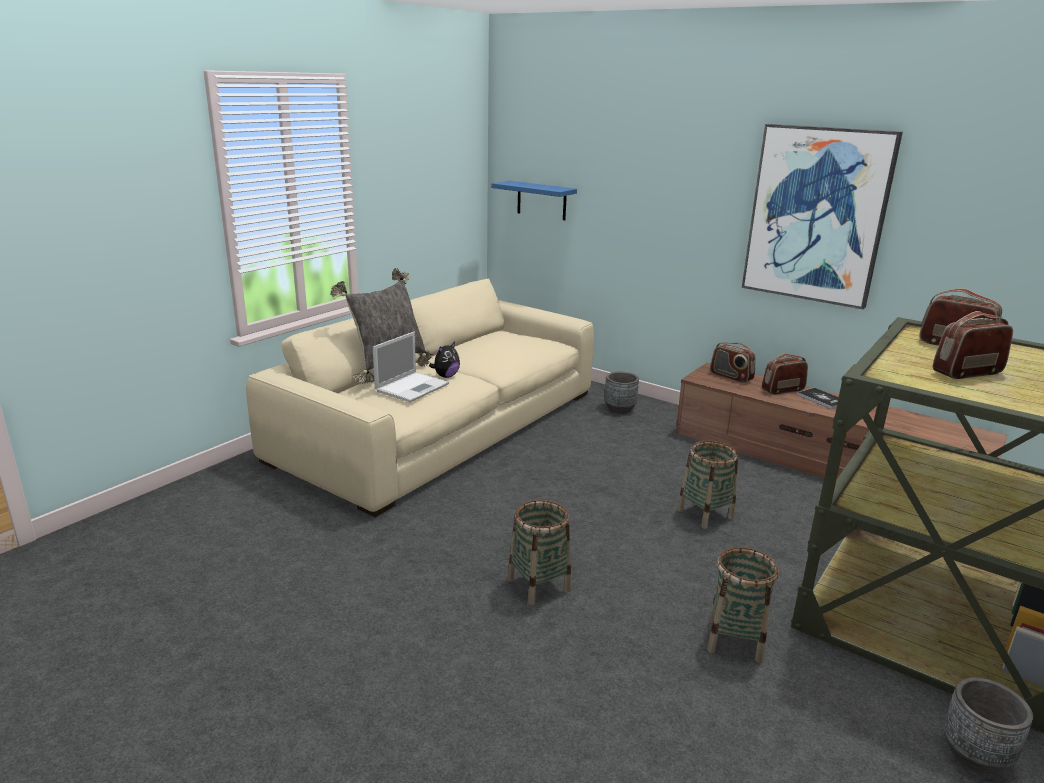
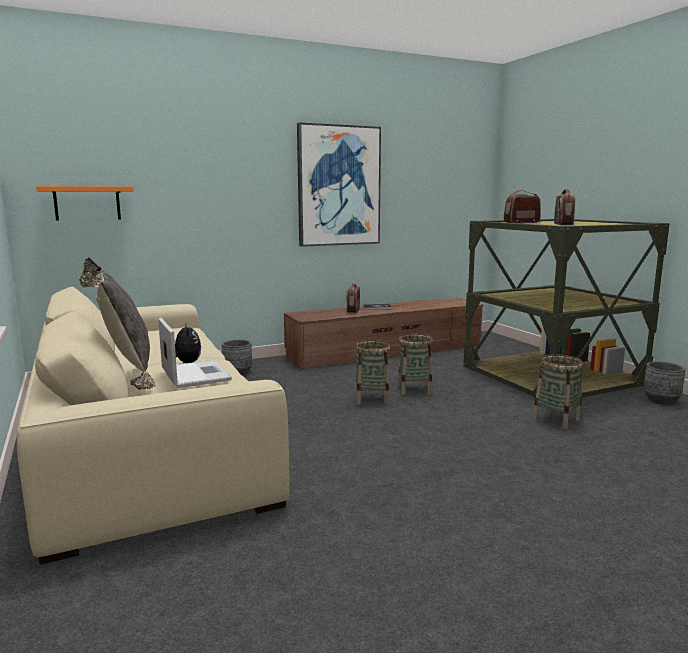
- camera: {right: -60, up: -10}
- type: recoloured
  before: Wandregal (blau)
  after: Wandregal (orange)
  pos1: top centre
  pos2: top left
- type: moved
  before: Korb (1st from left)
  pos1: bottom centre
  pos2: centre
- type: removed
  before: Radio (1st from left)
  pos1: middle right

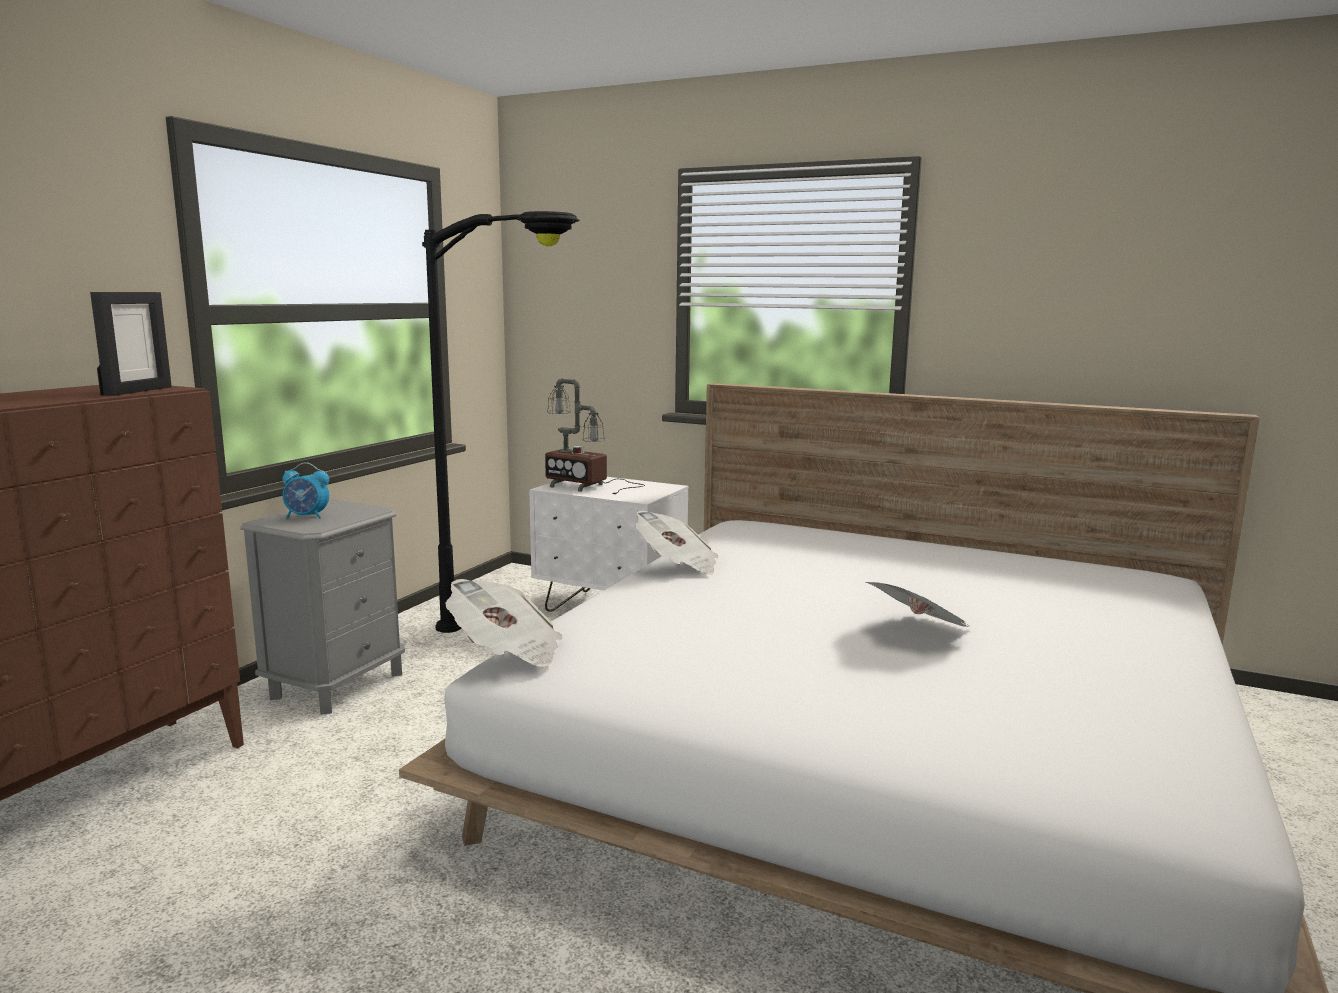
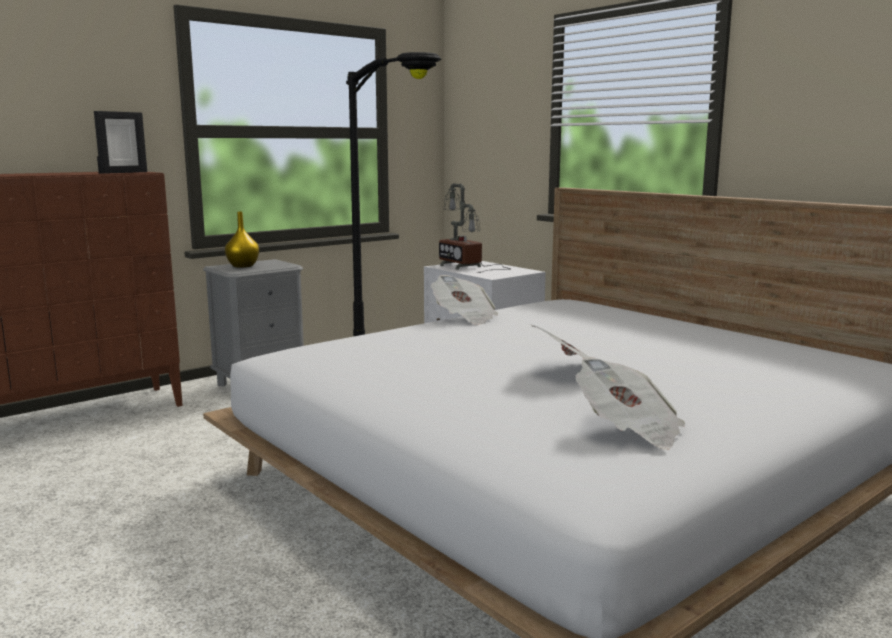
- camera: {right: 25, up: 0}
- type: replaced
  before: Wecker
  after: Vase (gelb)
  pos1: middle left
  pos2: middle left
- type: moved
  before: Zeitung (1st from left in the first image)
  after: Zeitung (3rd from left)
  pos1: centre
  pos2: middle right

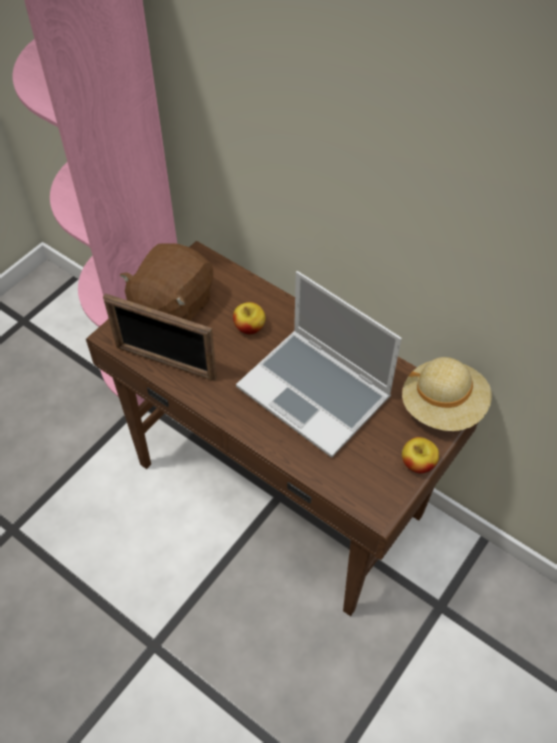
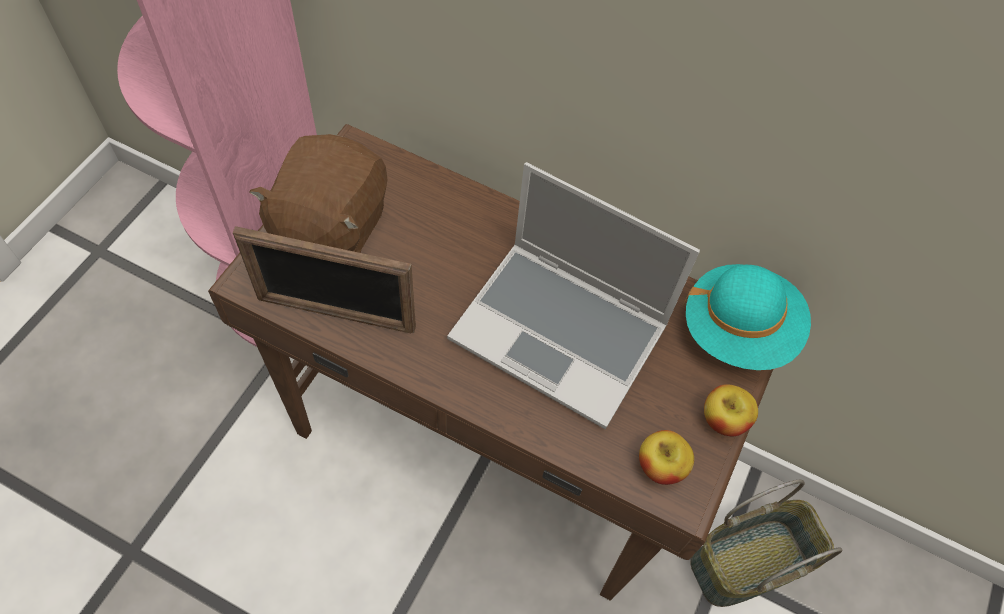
- camera: {right: -15, up: 5}
- type: moved
  before: Apfel (1st from left)
  pos1: centre
  pos2: bottom centre
- type: recoloured
  before: Hut (beige)
  after: Hut (türkis)
  pos1: middle right
  pos2: middle right
- type: added
  after: Korb
  pos2: bottom right

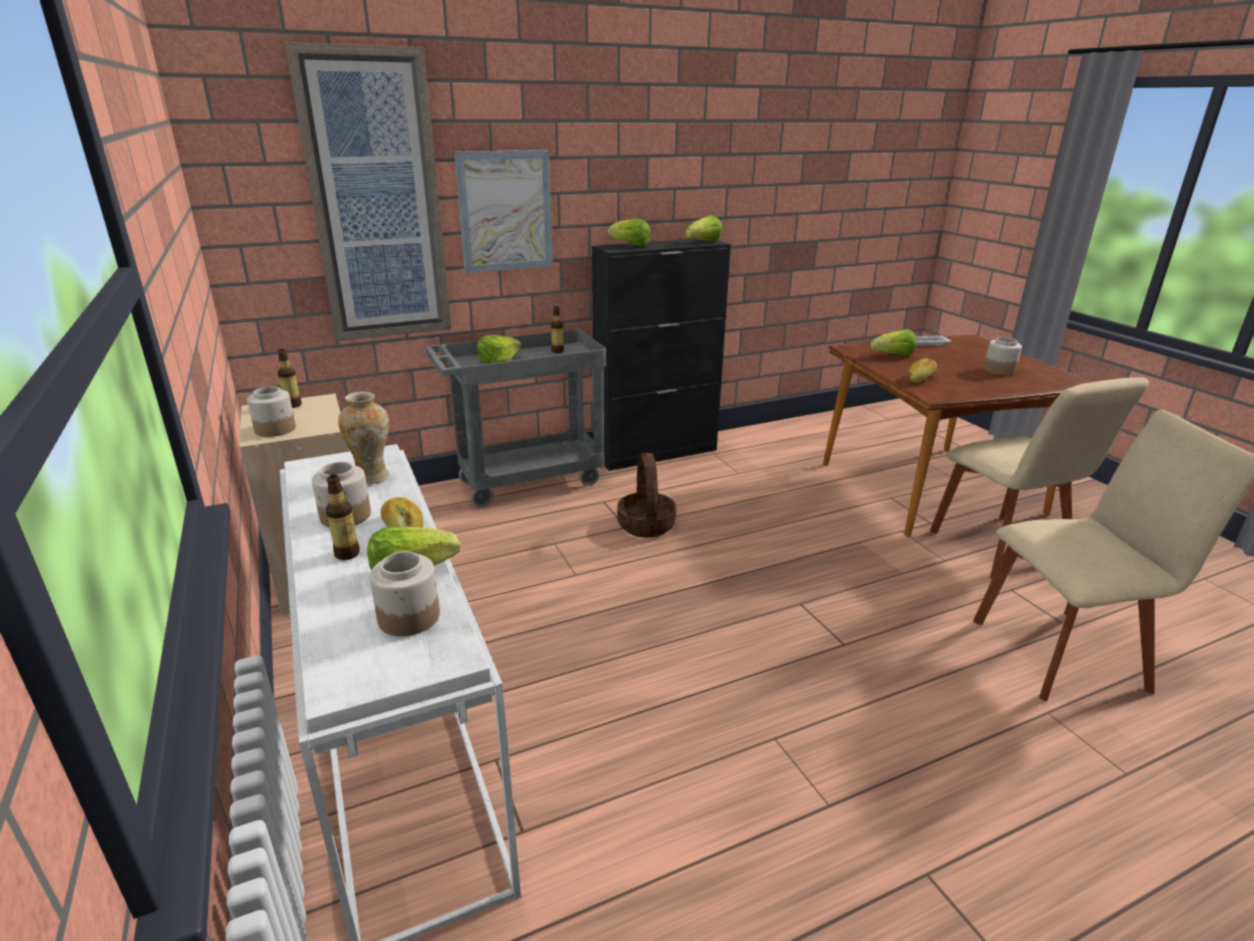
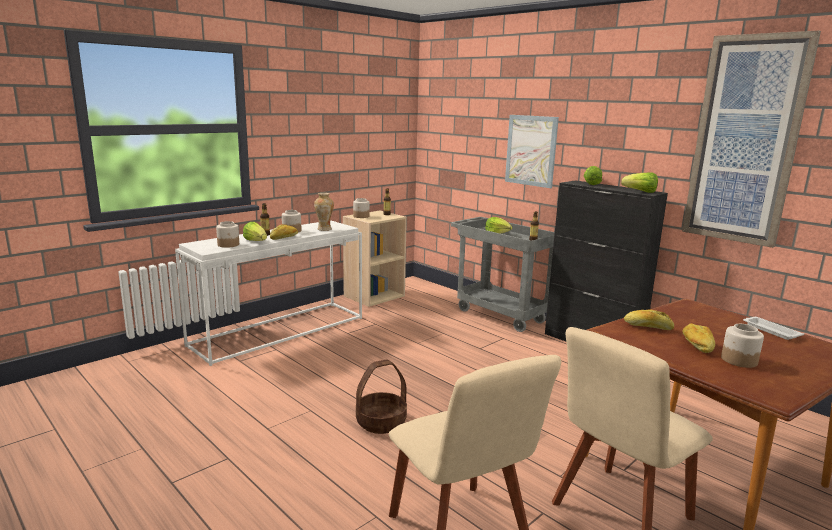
- camera: {right: 70, up: -10}
- type: moved
  before: Korb
  pos1: centre
  pos2: bottom centre
- type: moved
  before: Bild (1st from left in the first image)
  after: Bild (2nd from left)
  pos1: top left
  pos2: top right
- type: added
  after: Brot (3rd from left)
  pos2: middle right
- type: removed
  before: Salatkopf (5th from left)
  pos1: middle right

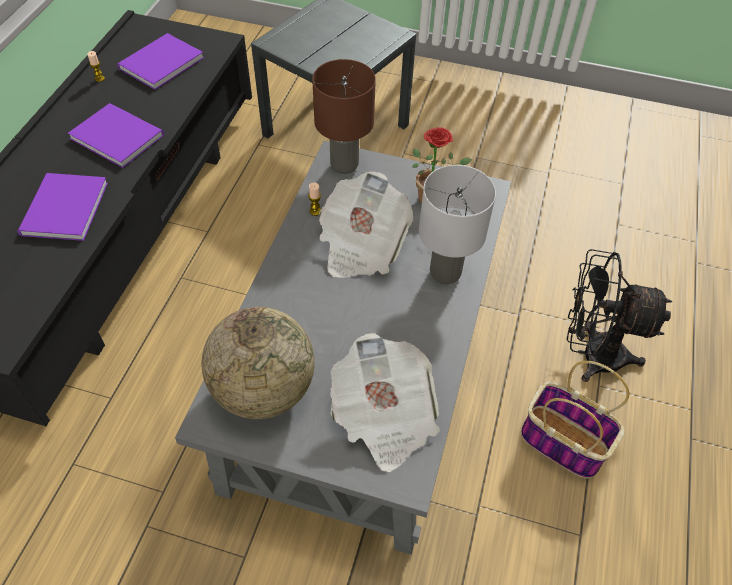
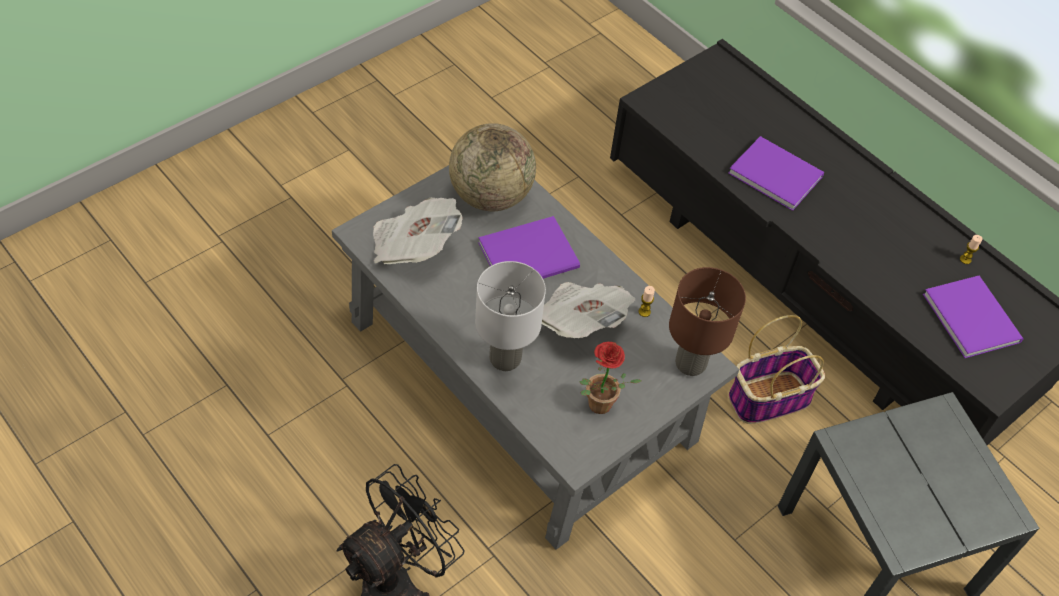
- camera: {right: 120, up: 0}
- type: moved
  before: Buch (lila) (2nd from left in the first image)
  after: Buch (lila) (1st from left)
  pos1: top left
  pos2: centre
- type: moved
  before: Korb
  pos1: bottom right
  pos2: middle right

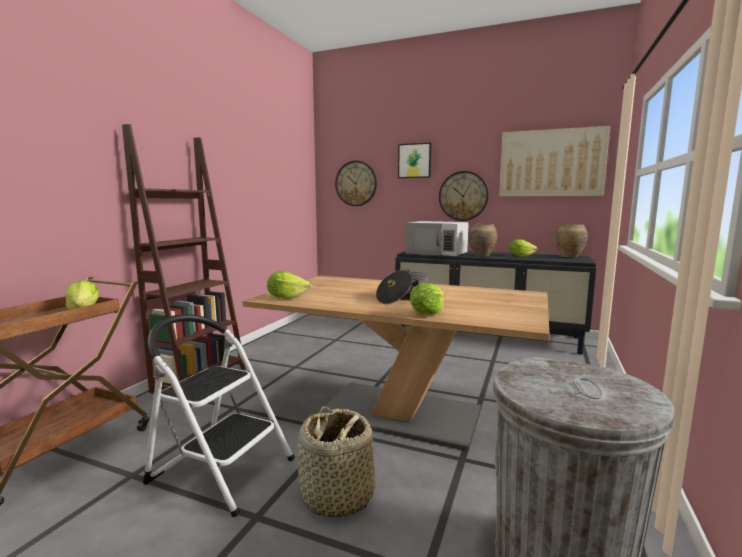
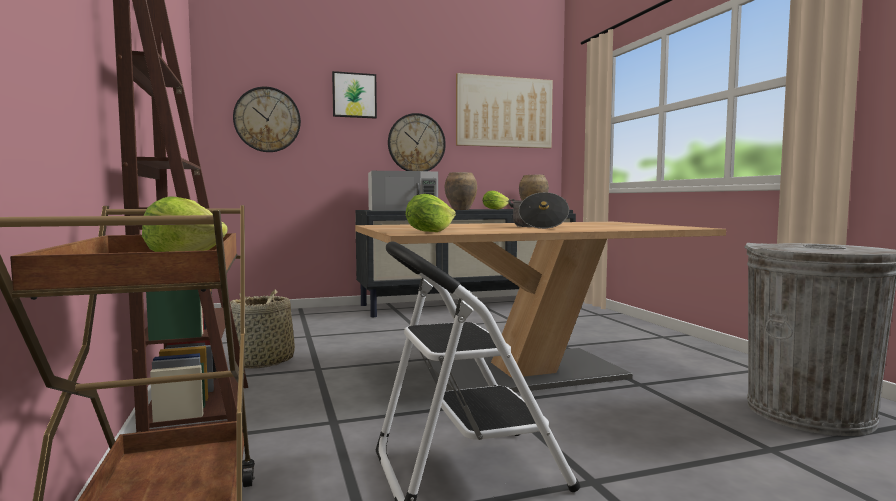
- camera: {right: -40, up: -5}
- type: moved
  before: Korb
  pos1: bottom centre
  pos2: middle left
- type: removed
  before: Salatkopf (3rd from left)
  pos1: centre

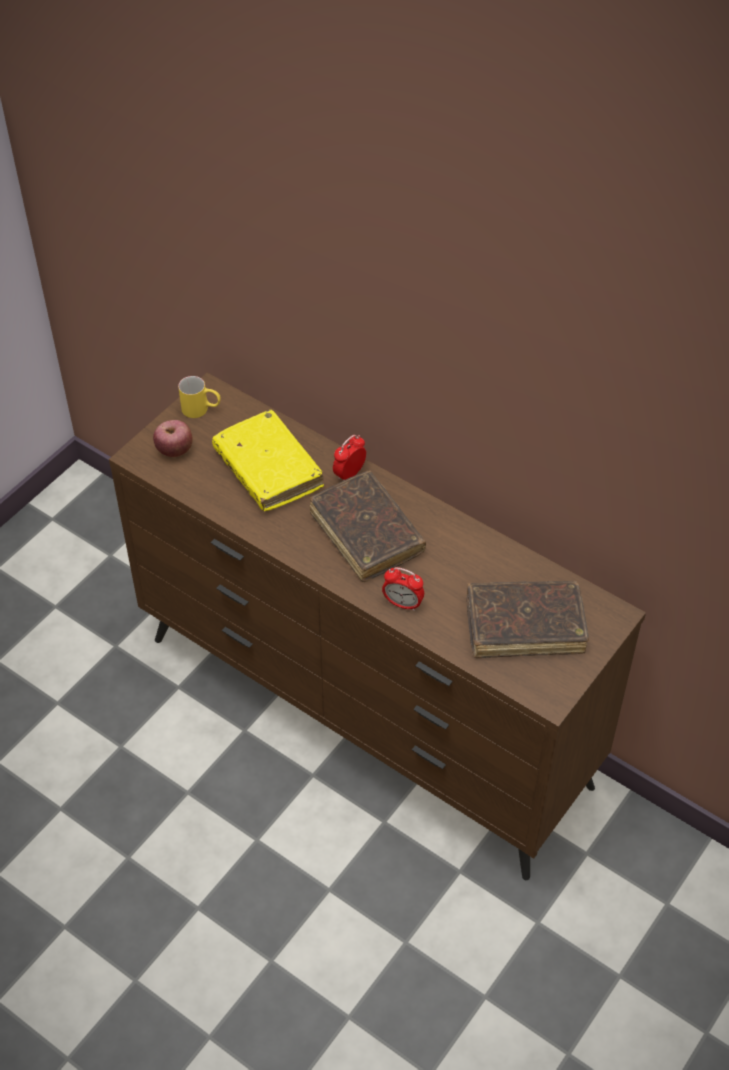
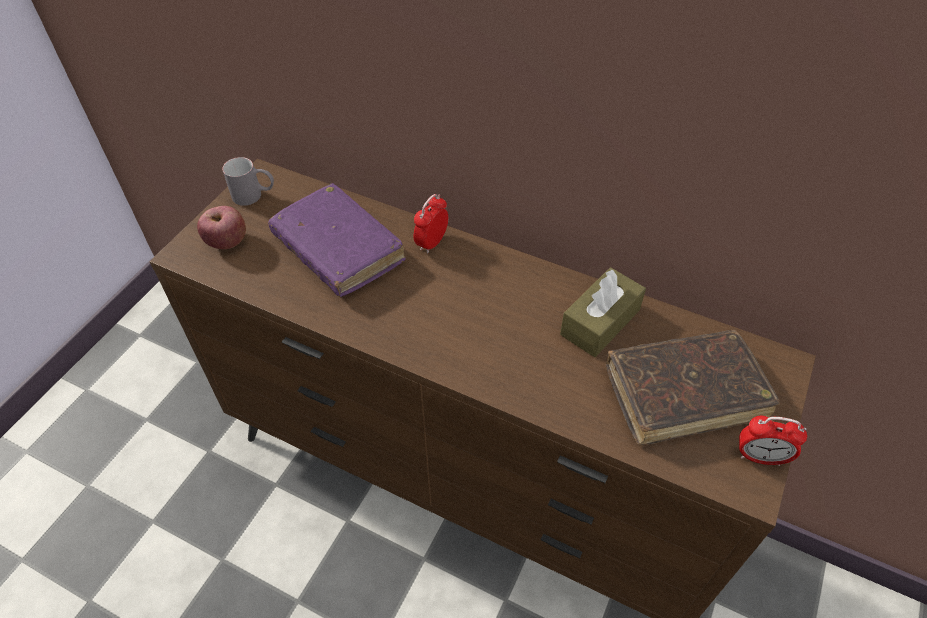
- camera: {right: -10, up: 0}
- type: recoloured
  before: Henkelbecher (gelb)
  after: Henkelbecher (grau)
  pos1: middle left
  pos2: top left
- type: recoloured
  before: Buch (gelb)
  after: Buch (lila)
  pos1: centre
  pos2: centre
- type: added
  after: Taschentuchbox (braun)
  pos2: centre
- type: moved
  before: Wecker (2nd from left)
  pos1: centre
  pos2: bottom right
- type: removed
  before: Buch (braun) (1st from left)
  pos1: centre

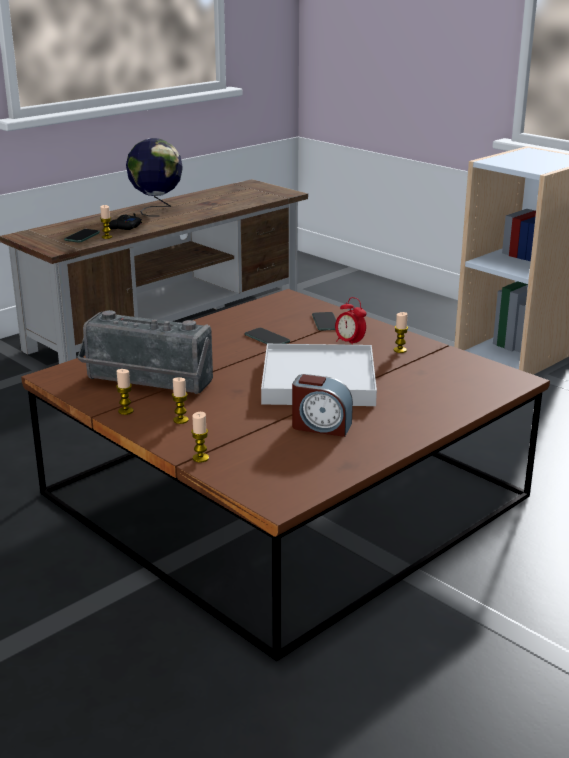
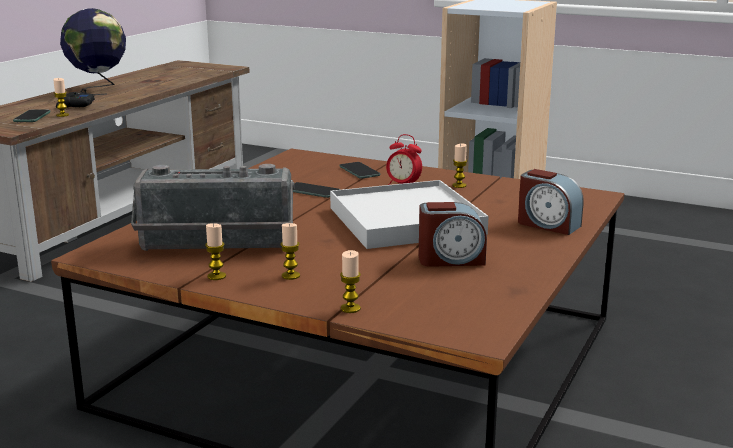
- camera: {right: -20, up: -5}
- type: added
  after: Wecker (3rd from left)
  pos2: middle right

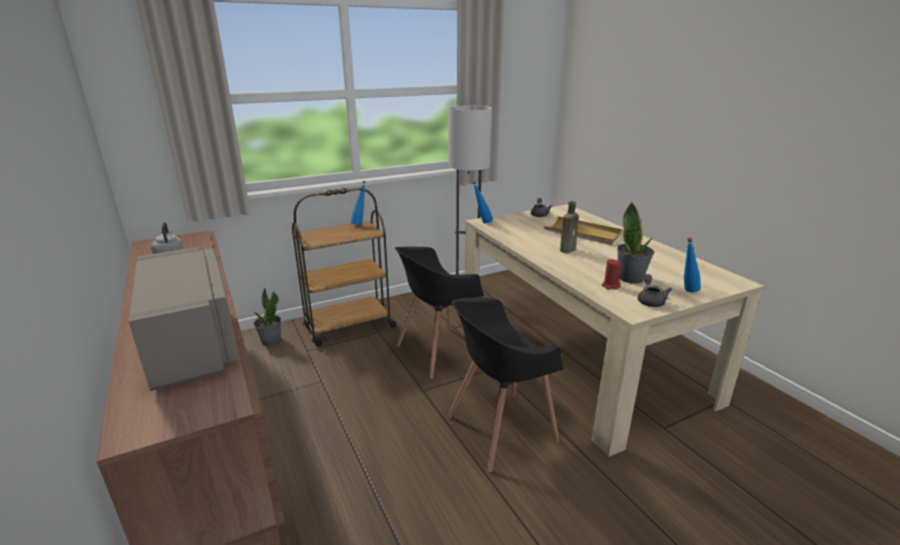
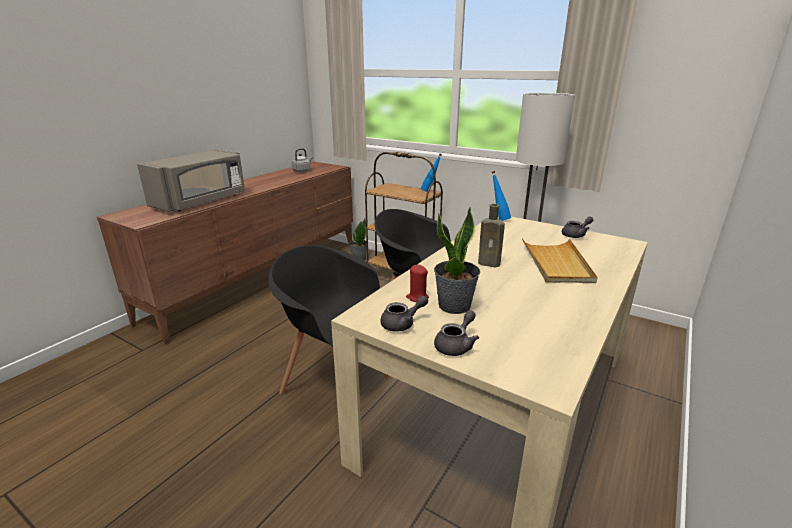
- camera: {right: 60, up: 0}
- type: replaced
  before: Flasche (blau) (3rd from left)
  after: Teekanne (grau) (2nd from left)
  pos1: middle right
  pos2: centre

